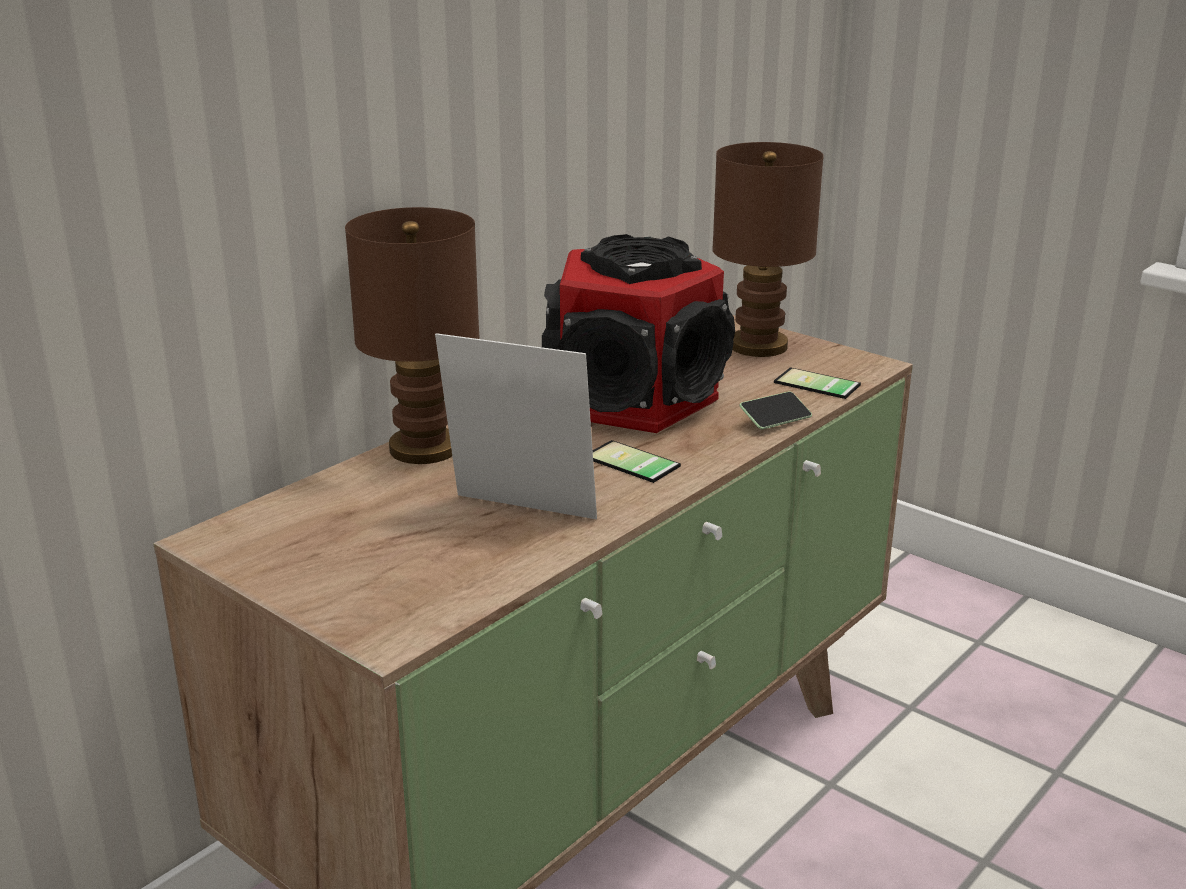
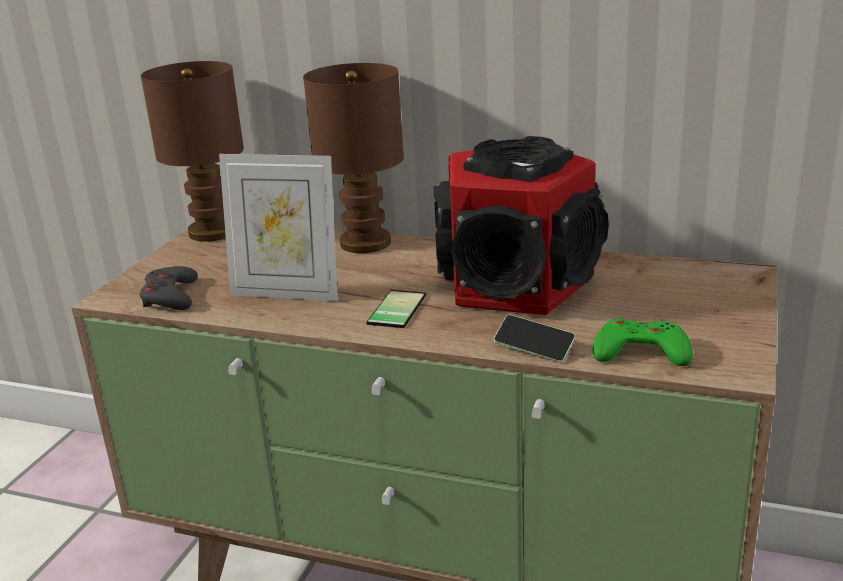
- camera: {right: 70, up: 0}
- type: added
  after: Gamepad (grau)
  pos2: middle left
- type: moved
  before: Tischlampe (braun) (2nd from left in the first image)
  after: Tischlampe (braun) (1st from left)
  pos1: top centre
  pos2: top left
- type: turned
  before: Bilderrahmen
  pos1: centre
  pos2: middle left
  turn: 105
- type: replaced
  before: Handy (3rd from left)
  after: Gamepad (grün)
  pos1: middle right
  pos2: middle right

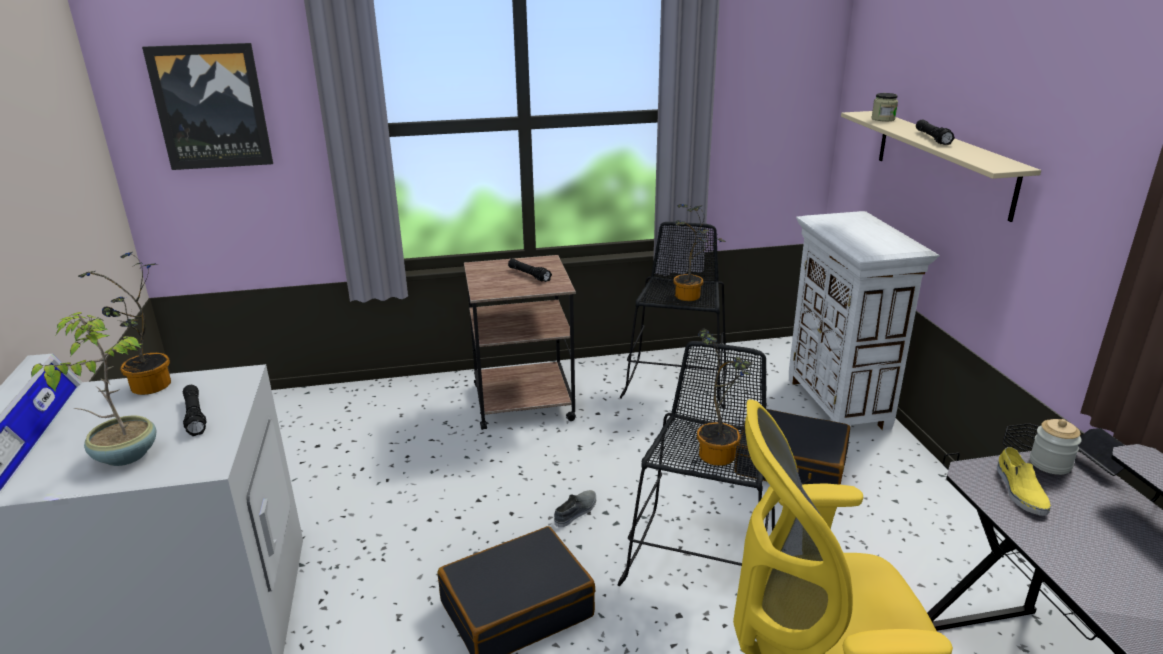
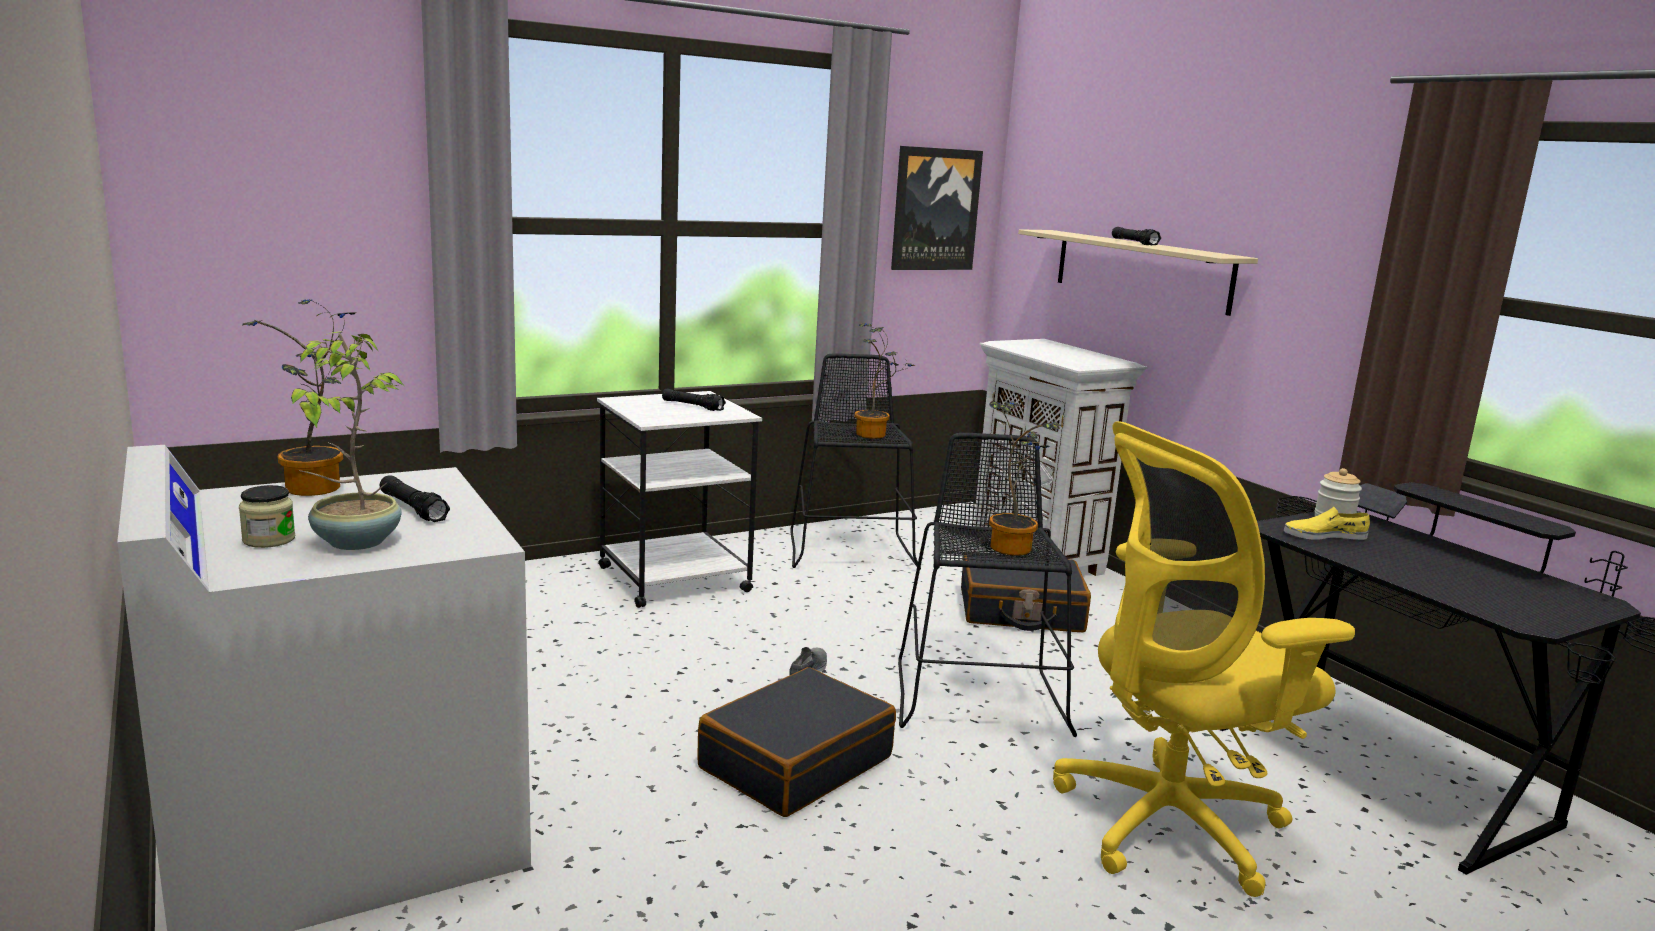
- camera: {right: -20, up: -10}
- type: moved
  before: Vorratsglas (1st from left)
  pos1: top right
  pos2: middle left
- type: recoloured
  before: Rollwagen (braun)
  after: Rollwagen (weiß)
  pos1: centre
  pos2: centre
- type: moved
  before: Bild
  pos1: top left
  pos2: top centre
- type: turned
  before: Schuh (gelb)
  pos1: bottom right
  pos2: middle right
  turn: 105

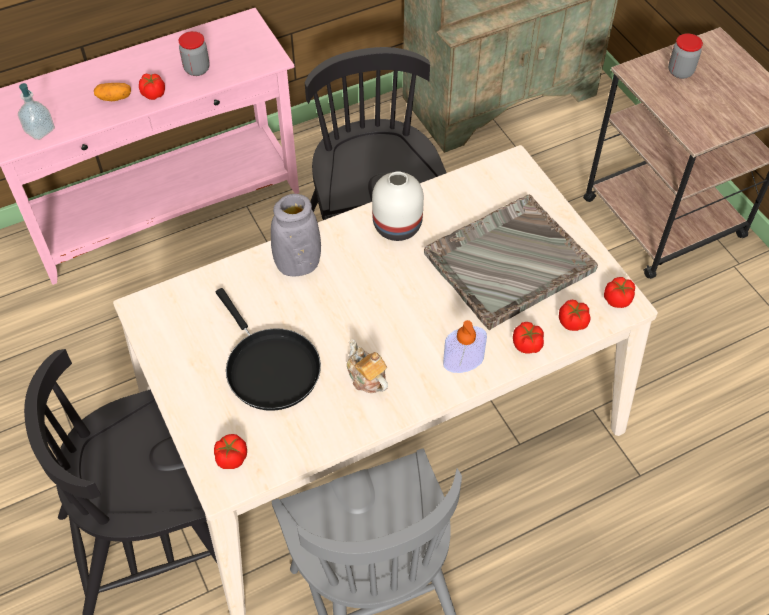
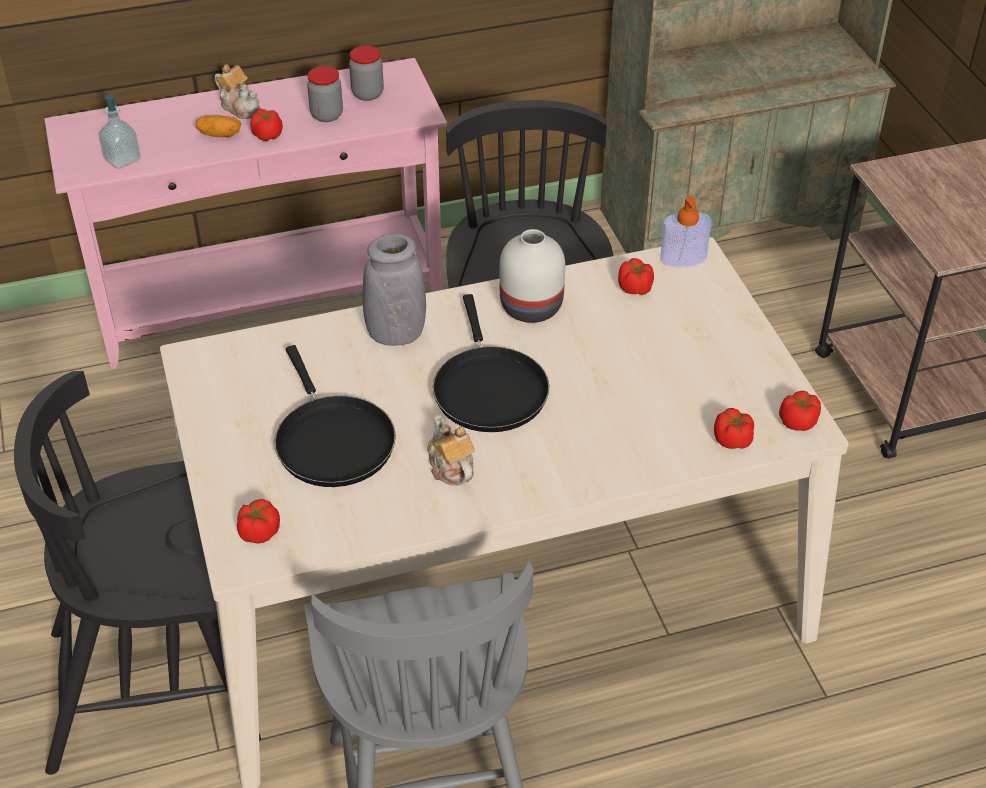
- camera: {right: 10, up: -10}
- type: added
  after: Teekanne (1st from left)
  pos2: top left
- type: moved
  before: Vorratsglas (2nd from left)
  pos1: top right
  pos2: top centre
- type: added
  after: Pfanne (schwarz) (2nd from left)
  pos2: centre
- type: moved
  before: Tomate (3rd from left)
  pos1: middle right
  pos2: centre
- type: moved
  before: Seifenspender (2nd from left)
  pos1: centre
  pos2: top right
- type: removed
  before: Tablett (grau)
  pos1: centre

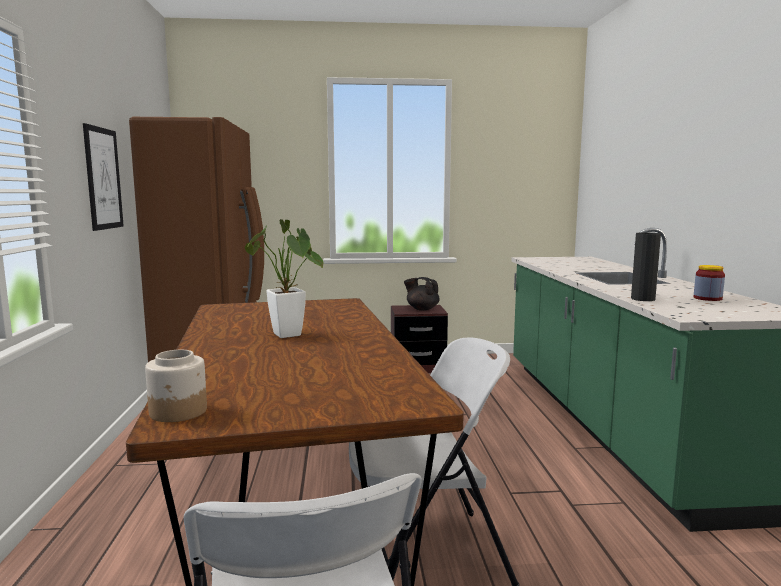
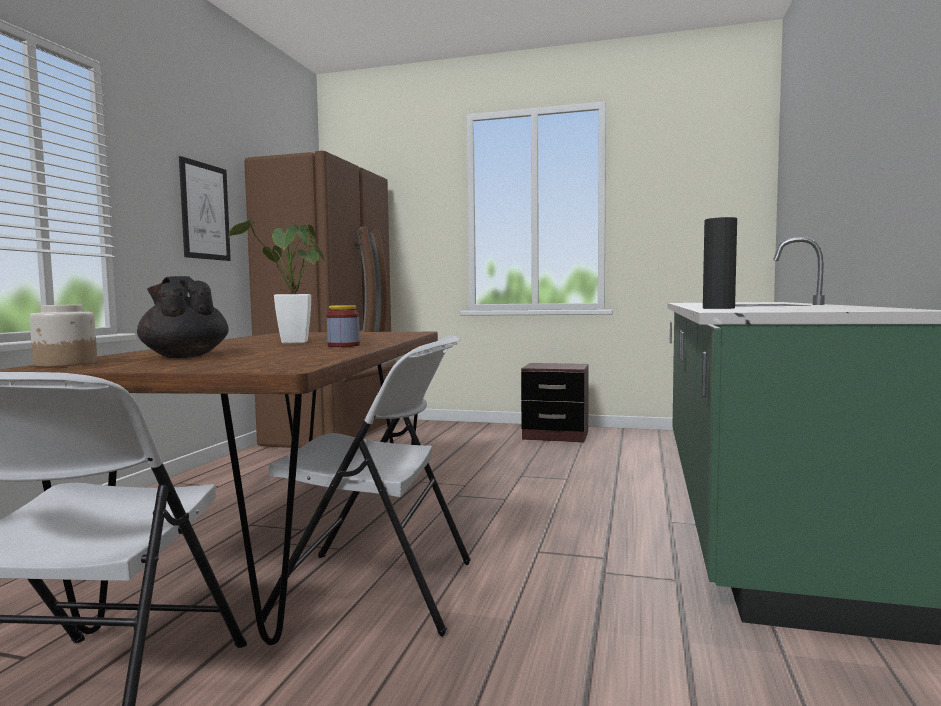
- camera: {right: 20, up: -5}
- type: moved
  before: Teekanne (schwarz)
  pos1: centre
  pos2: middle left
- type: moved
  before: Vorratsglas (2nd from left)
  pos1: middle right
  pos2: centre

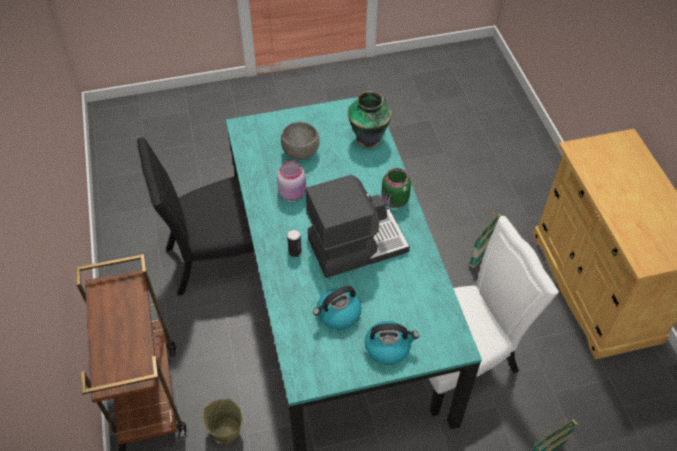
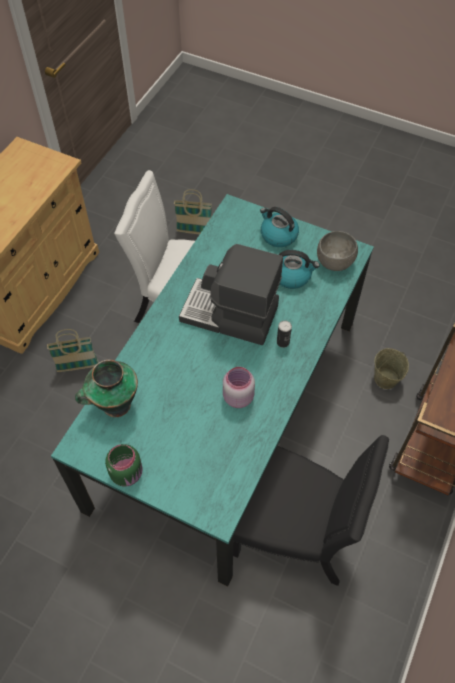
- camera: {right: -140, up: 5}
- type: moved
  before: Vorratsglas (grün)
  pos1: centre
  pos2: bottom left
- type: moved
  before: Schüssel (grau)
  pos1: top centre
  pos2: middle right

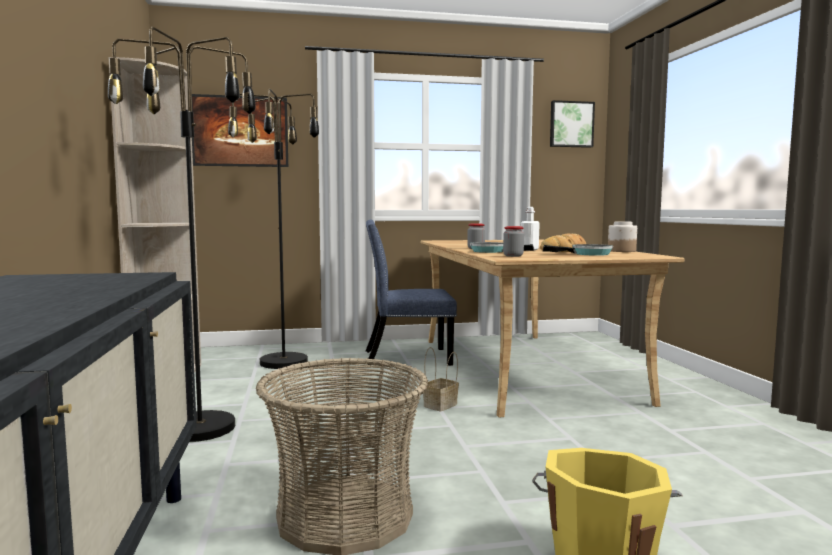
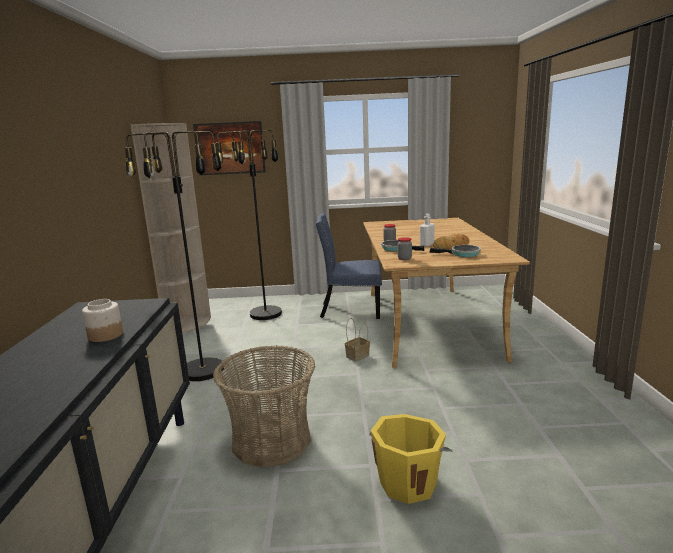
- camera: {right: 10, up: 10}
- type: moved
  before: Vorratsglas (3rd from left in the first image)
  after: Vorratsglas (1st from left)
  pos1: middle right
  pos2: middle left
- type: removed
  before: Bild (2nd from left)
  pos1: top right

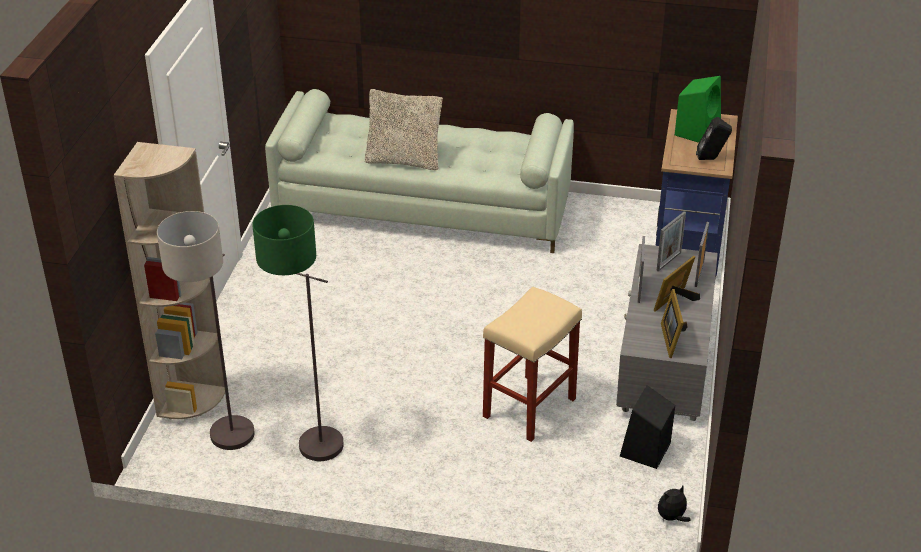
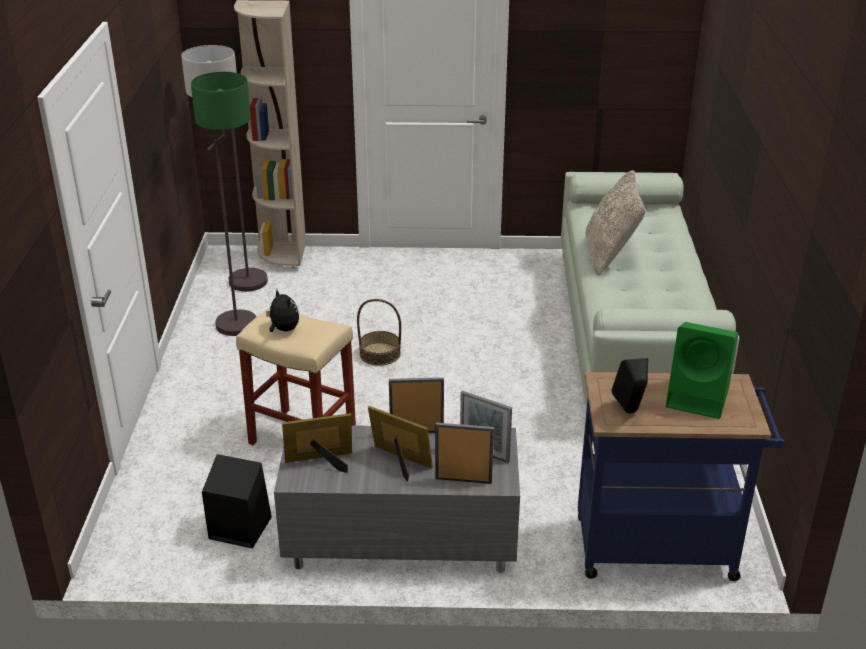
- camera: {right: 80, up: -5}
- type: moved
  before: Plüschtier
  pos1: bottom right
  pos2: middle left
- type: added
  after: Korb
  pos2: centre

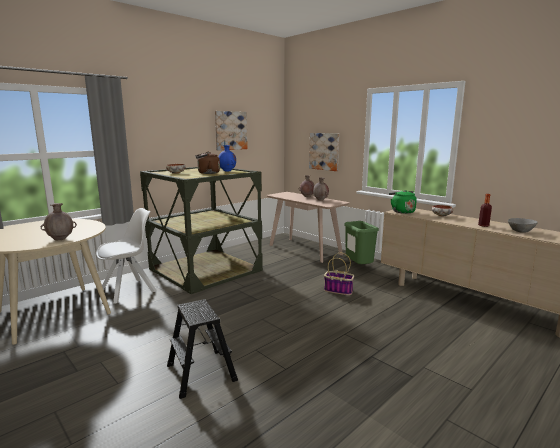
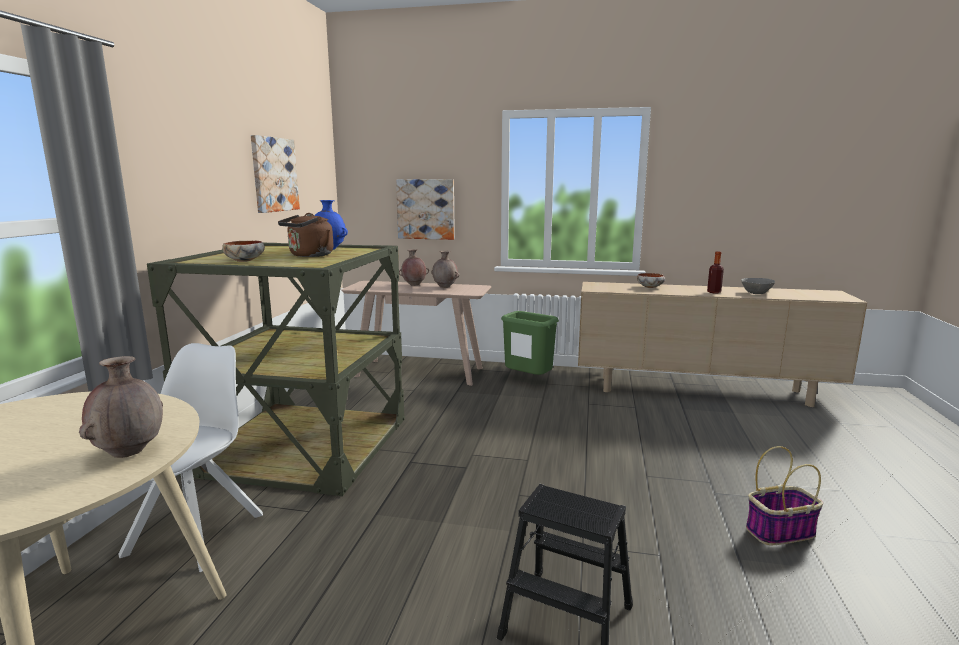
- camera: {right: -35, up: 0}
- type: moved
  before: Korb
  pos1: centre
  pos2: bottom right
- type: removed
  before: Wasserkessel (grün)
  pos1: middle right

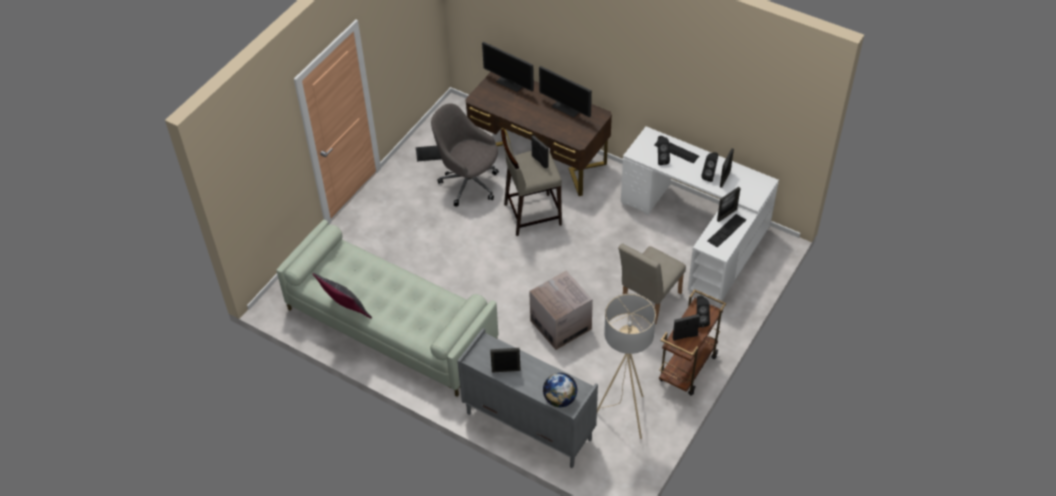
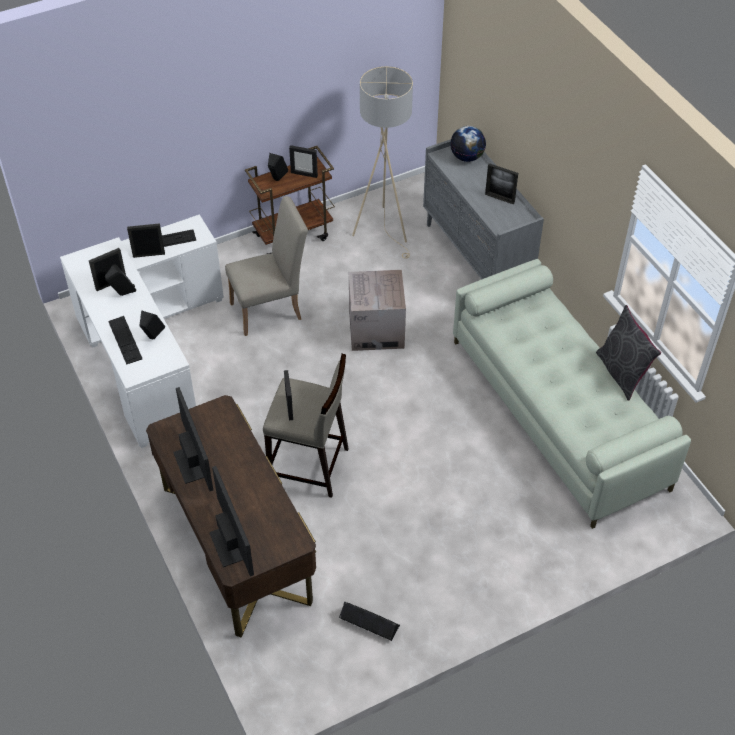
- camera: {right: -150, up: 0}
- type: removed
  before: Bürostuhl (grau)
  pos1: top centre

